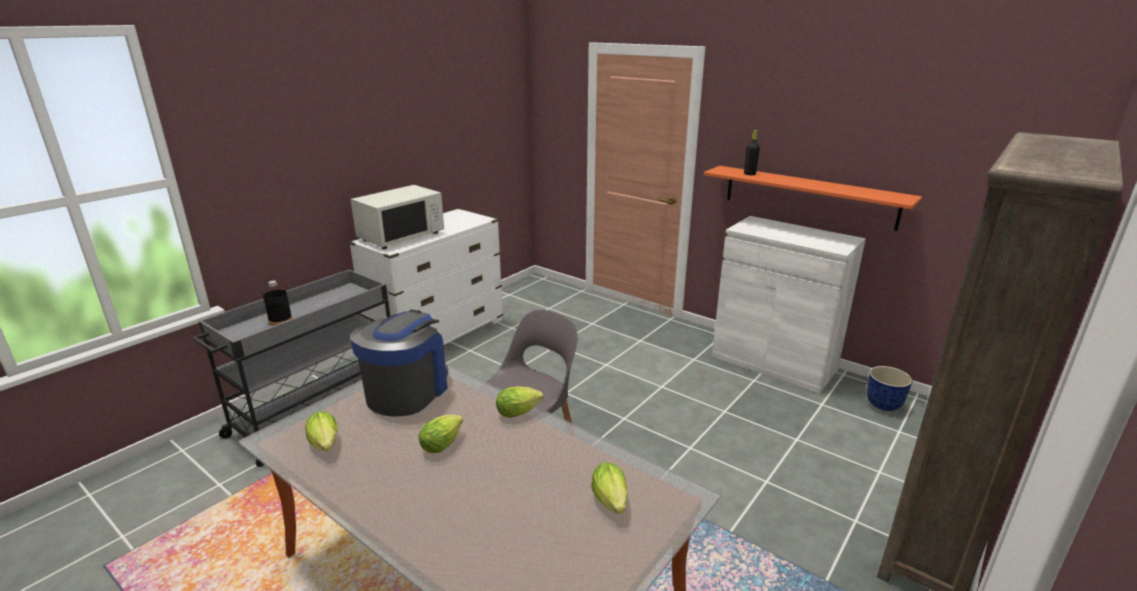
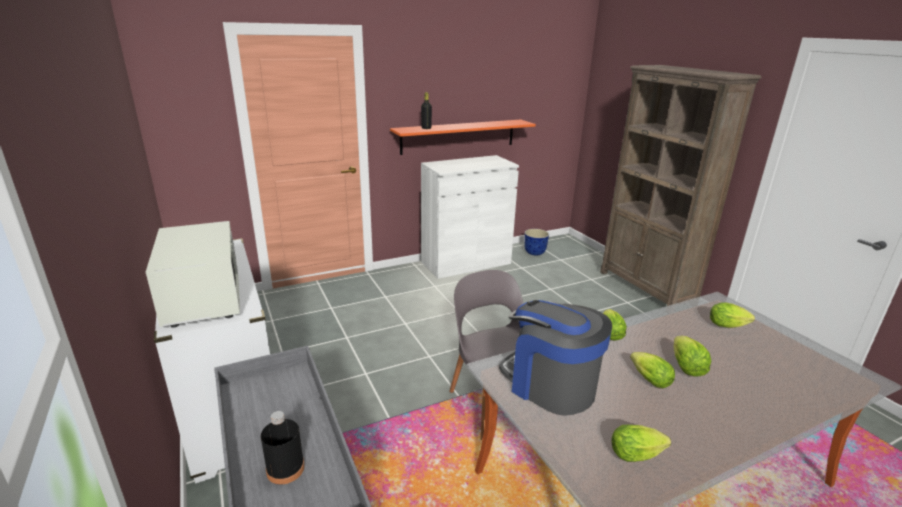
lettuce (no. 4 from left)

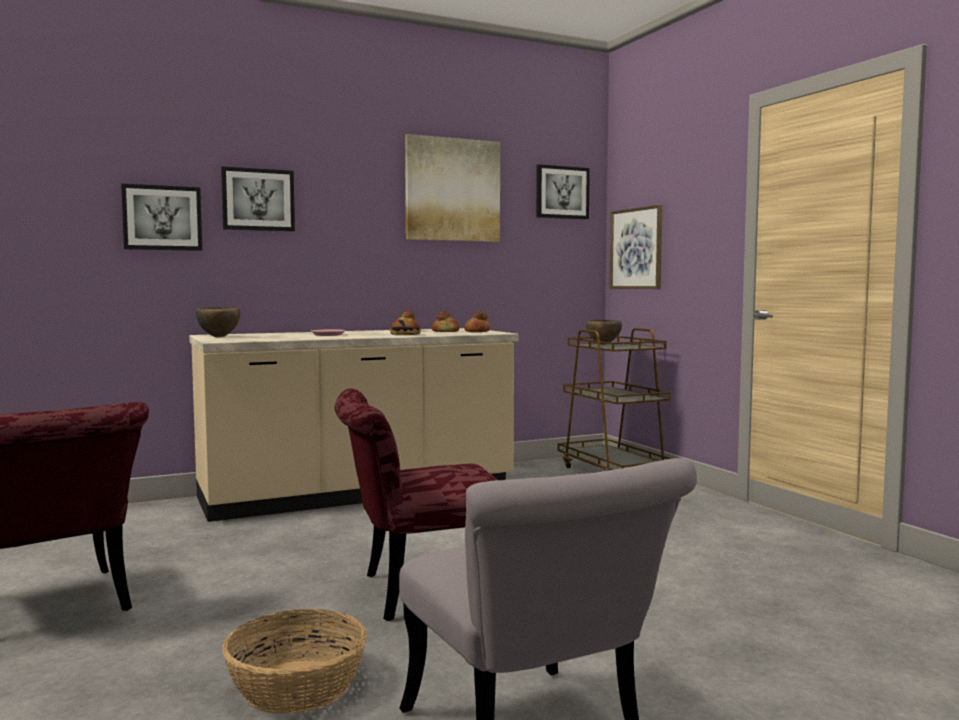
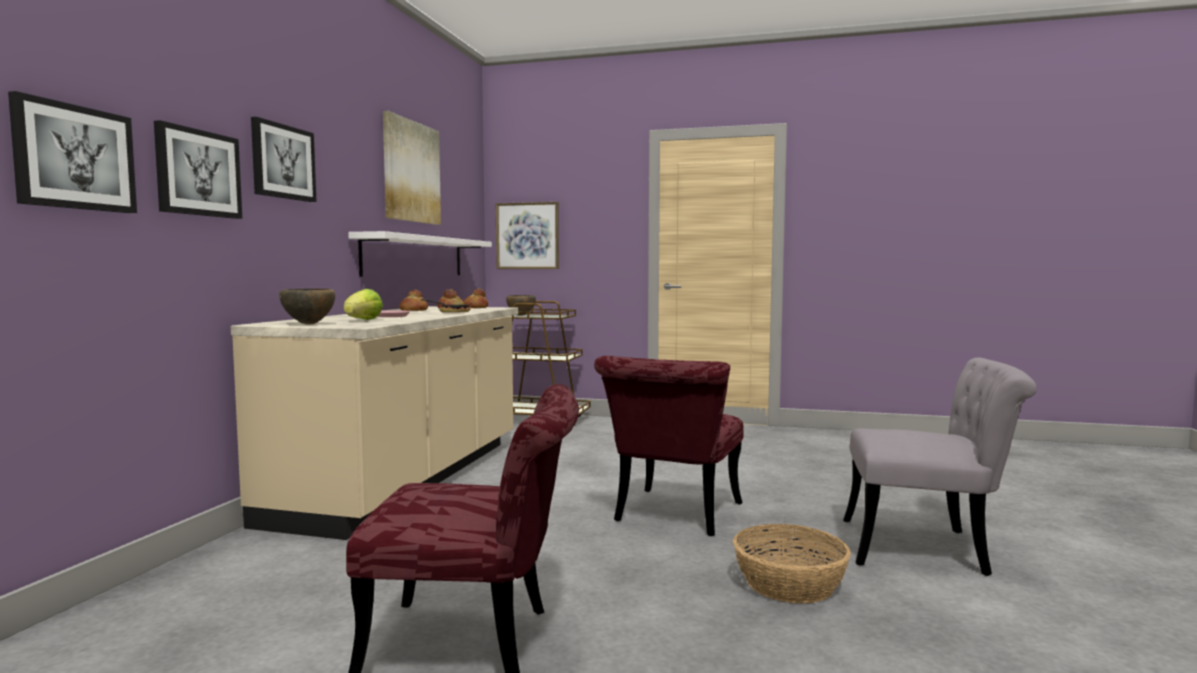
lettuce
white shelf
picture (no. 1 from left)

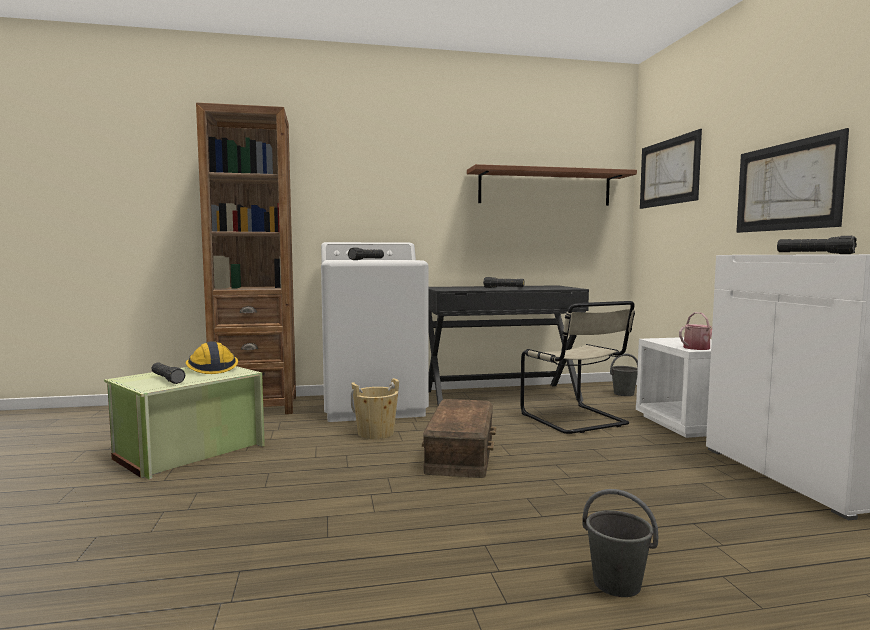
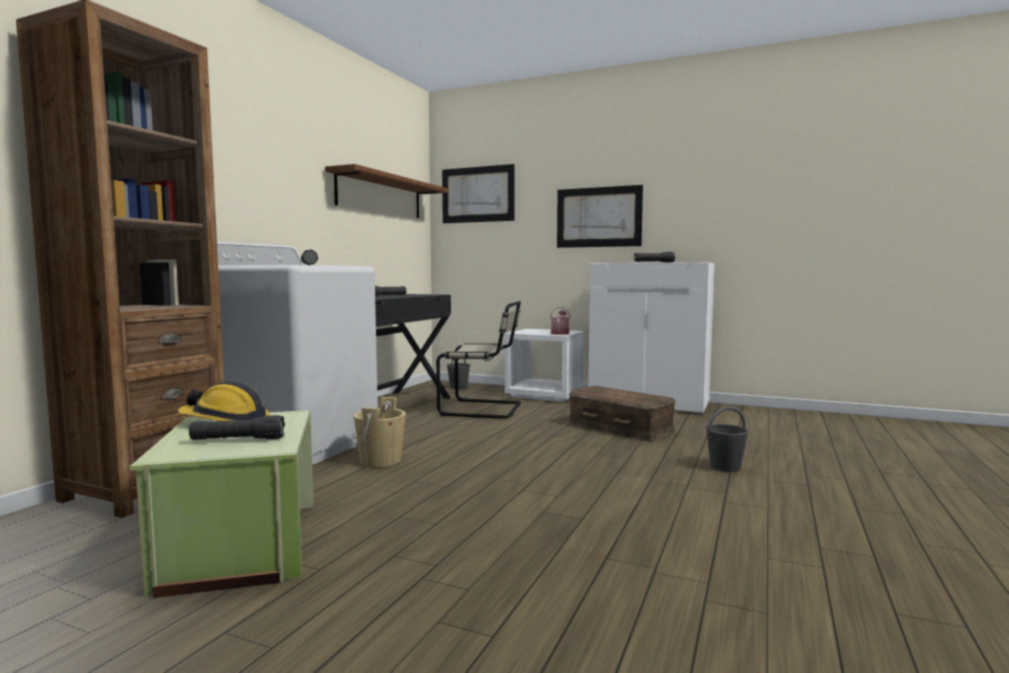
brownish storage container

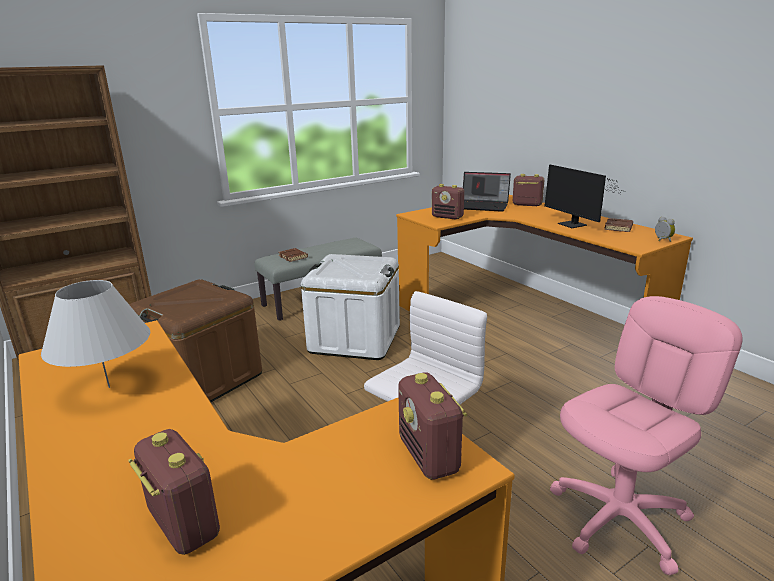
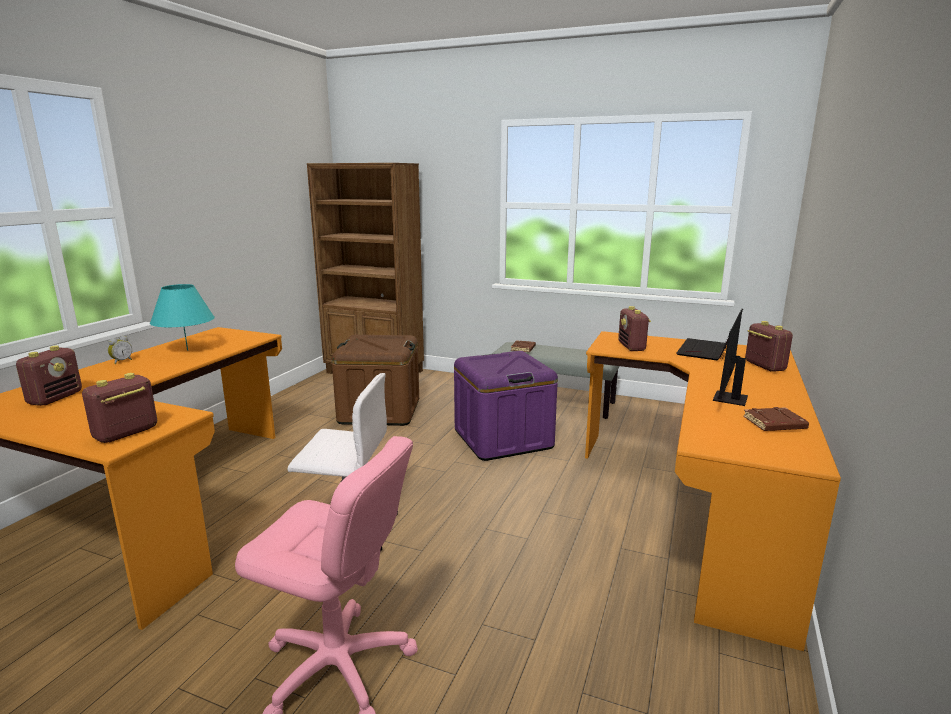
table clock
turquoise-coloured lamp for a table
purplish storage container
notebook computer

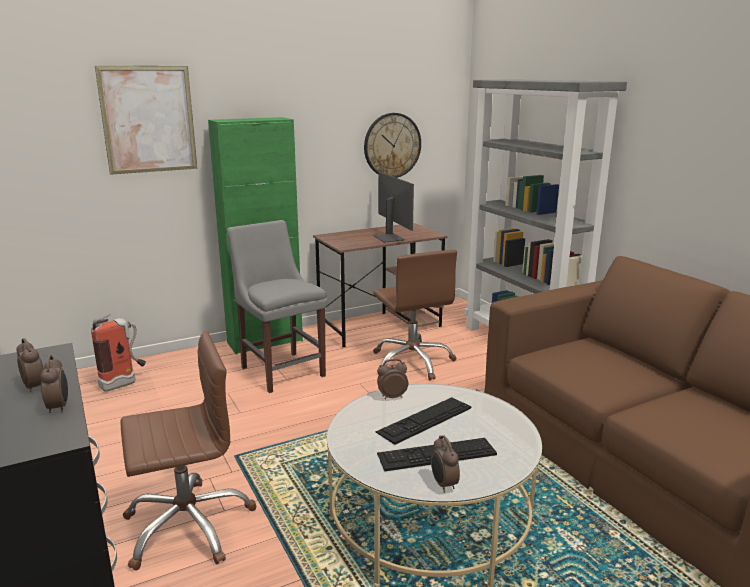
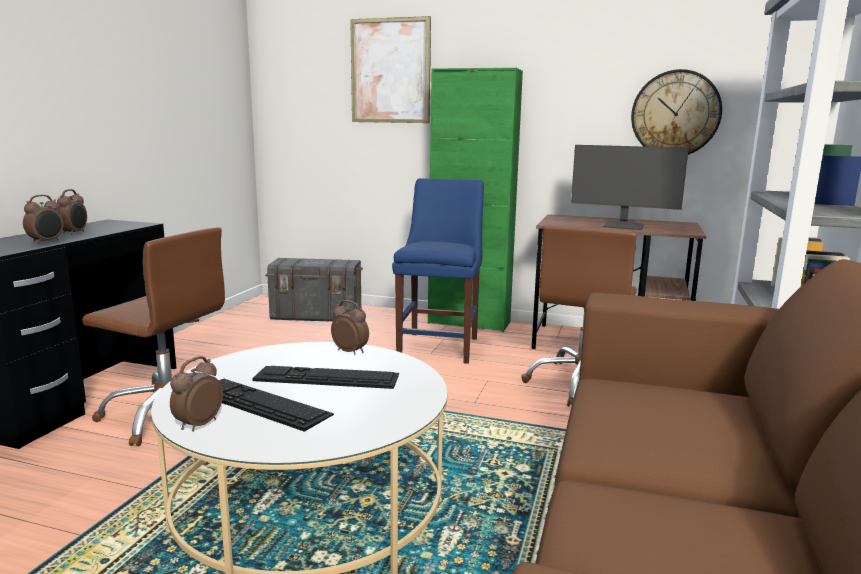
gray storage container
bluish upright chair
computer display

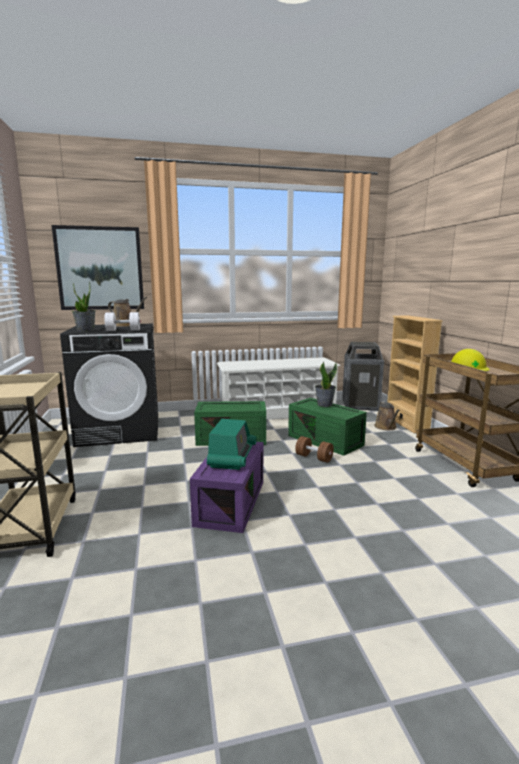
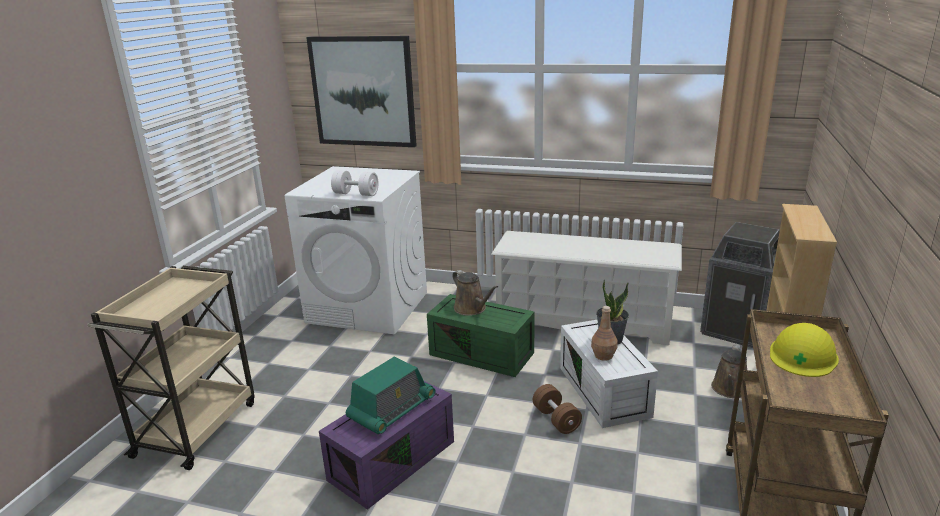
plant in a pot (no. 1 from left in the first image)
brownish drink bottle
brownish watering pot (no. 1 from left)
white laundry machine
white storage container

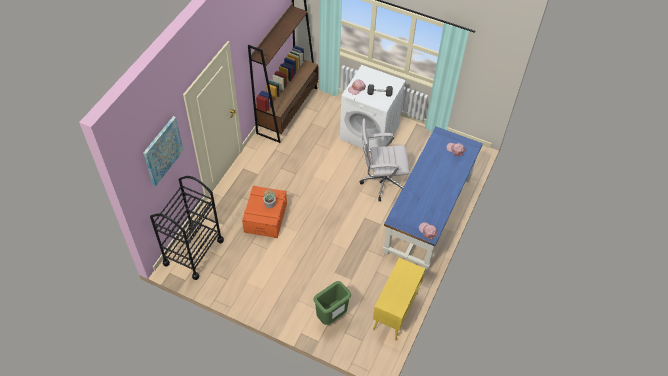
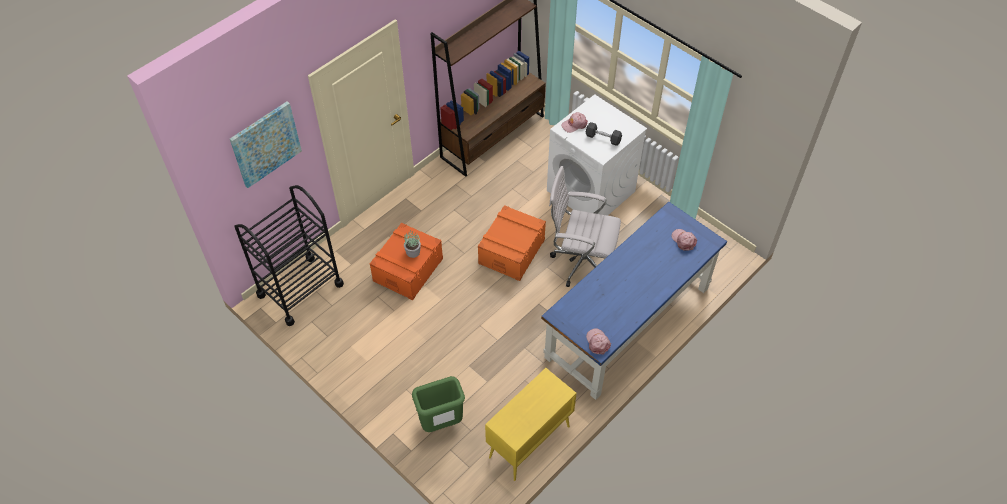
orangey storage container (no. 2 from left)

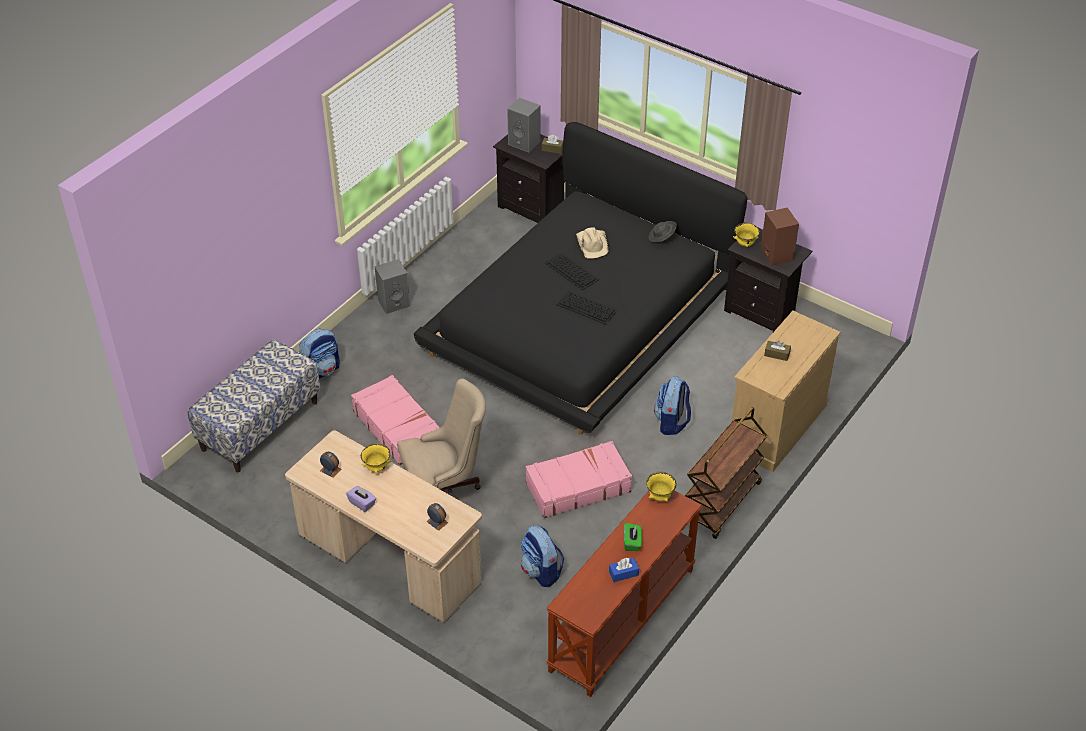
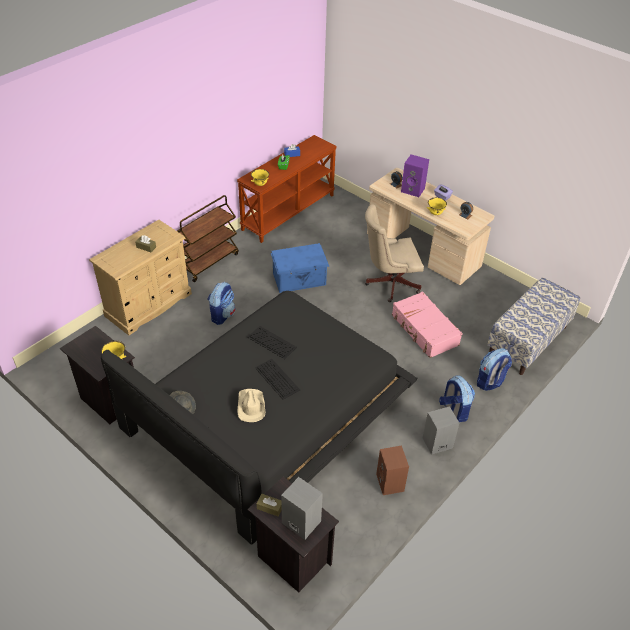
purplish audio speaker
rucksack (no. 2 from left)
brownish audio speaker
bluish storage container

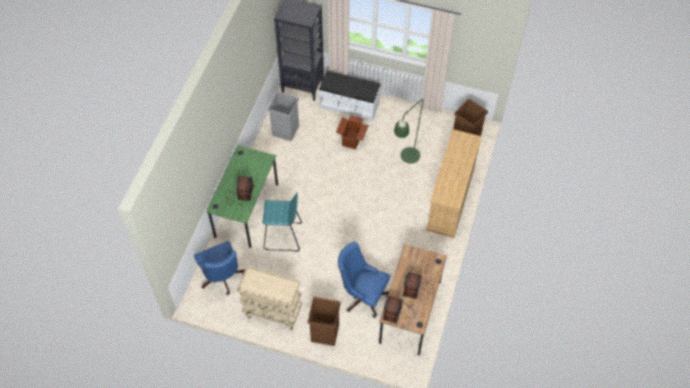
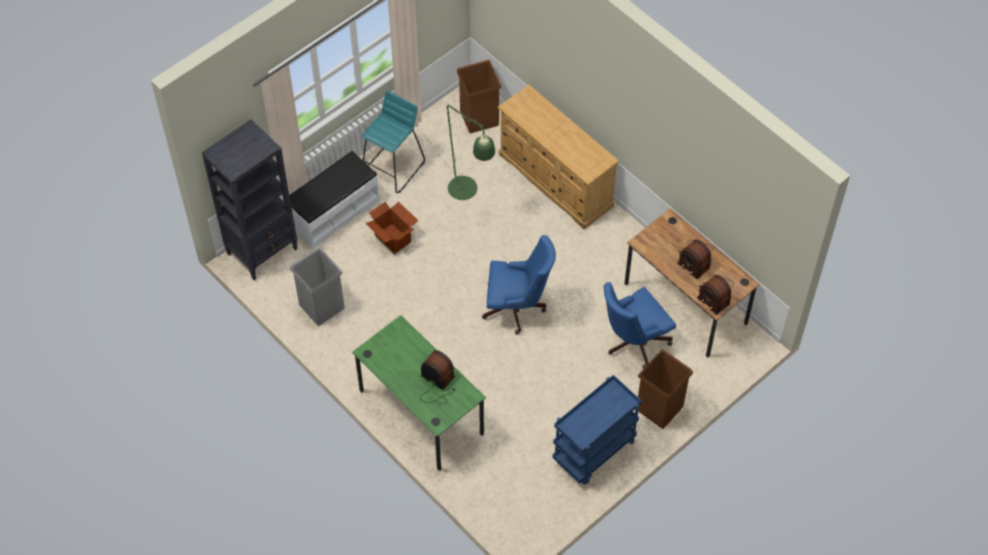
bluish desk chair (no. 1 from left)
turquoise-coloured stool
bluish trolley

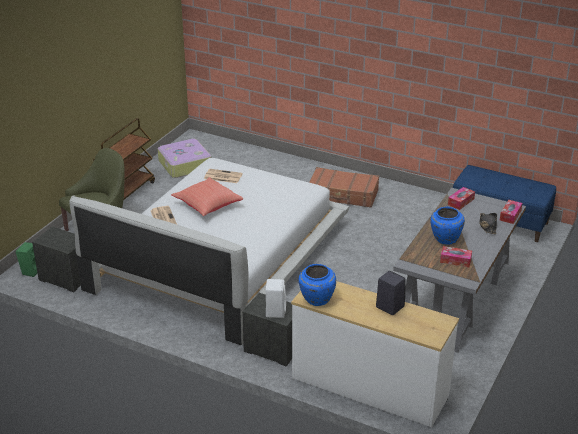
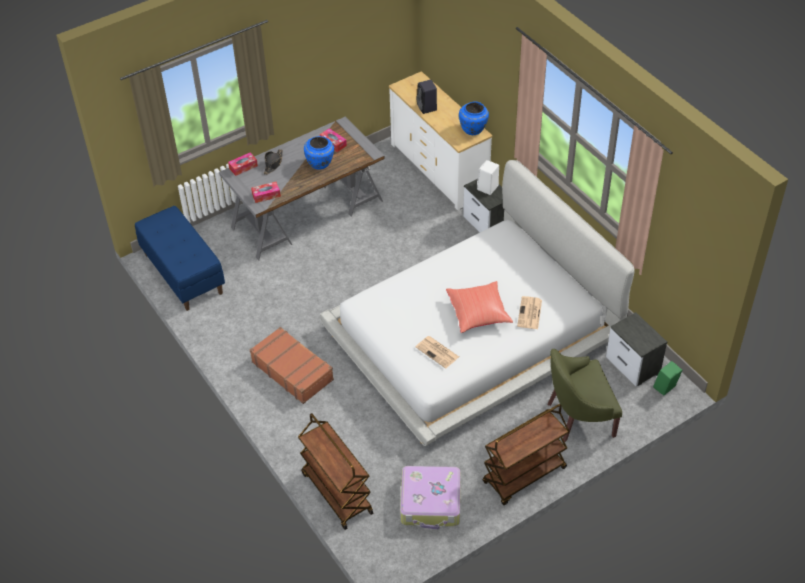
brownish trolley (no. 1 from left)

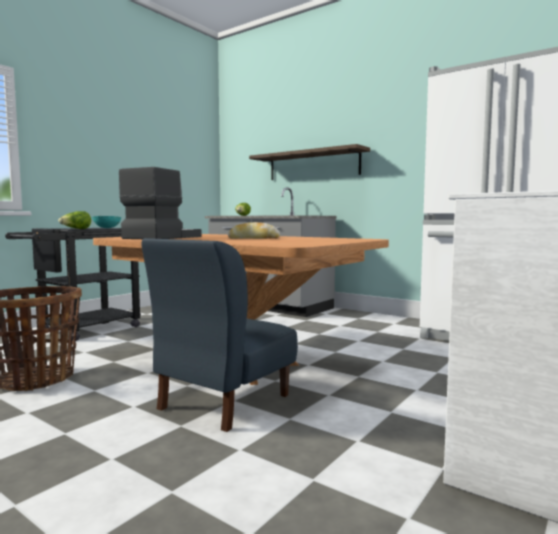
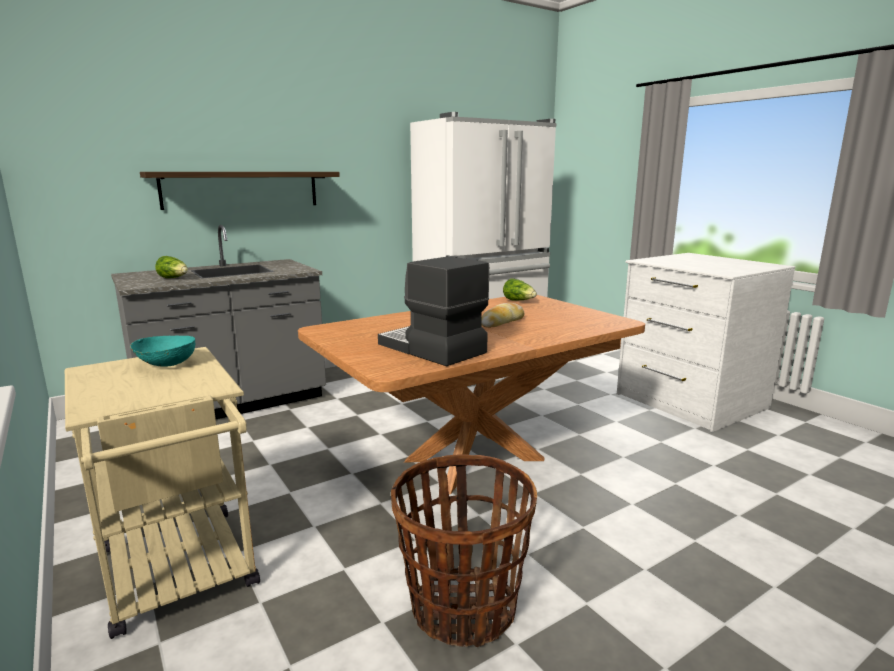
bluish upright chair
lettuce (no. 2 from left)
sand-coloured trolley

